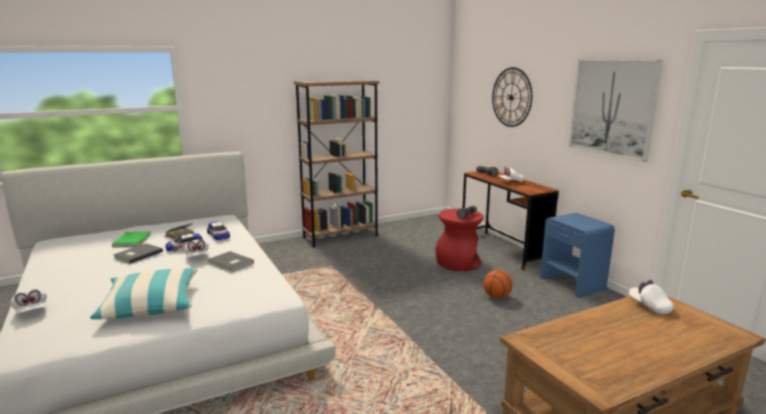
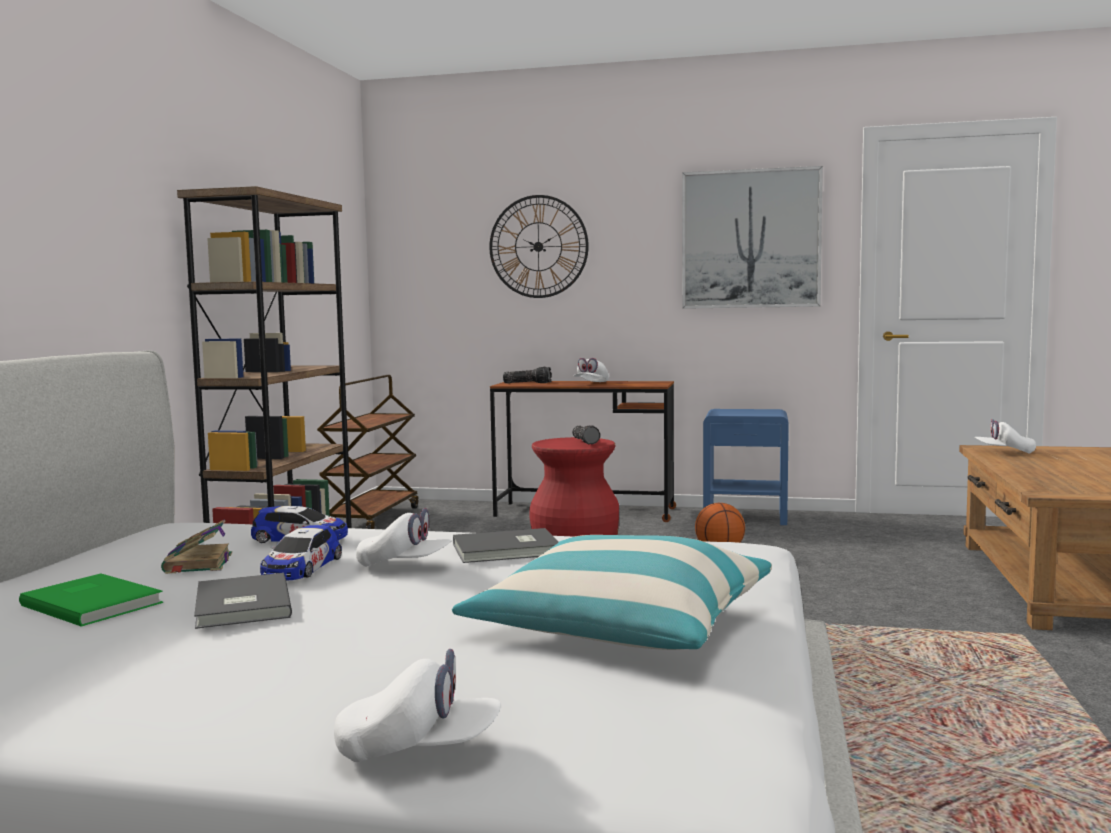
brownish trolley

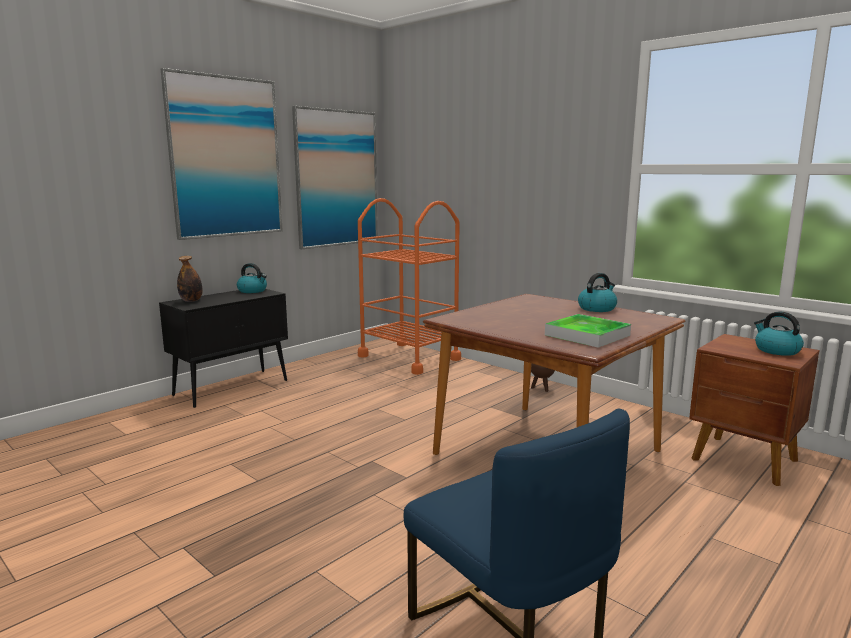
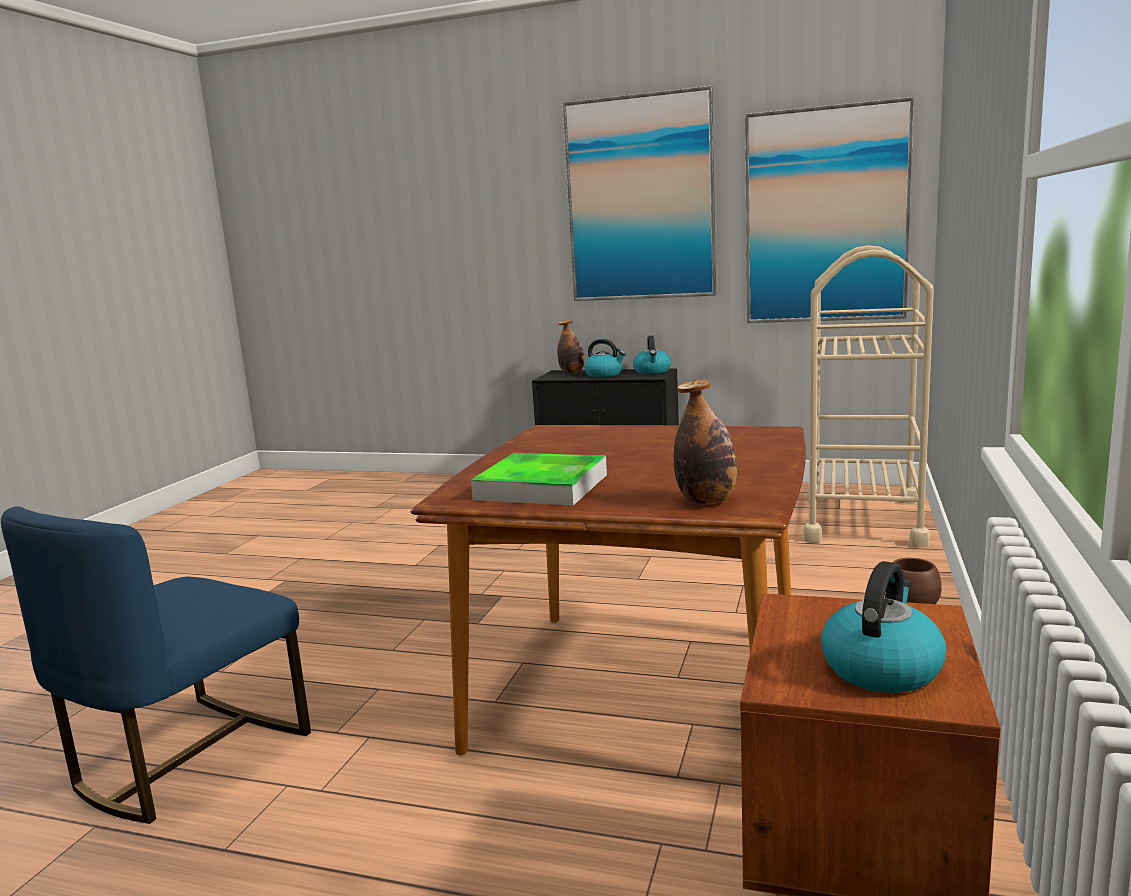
drink bottle (no. 2 from left)
water kettle (no. 1 from left)
sand-coloured trolley

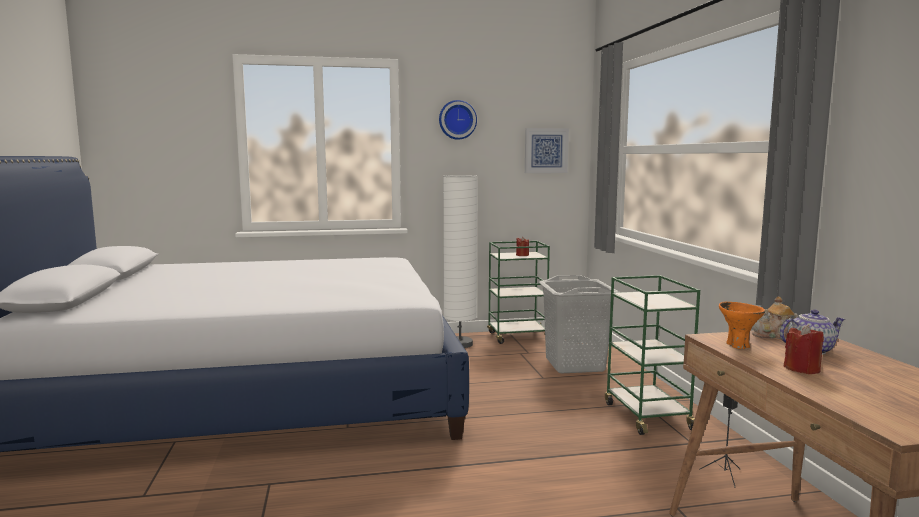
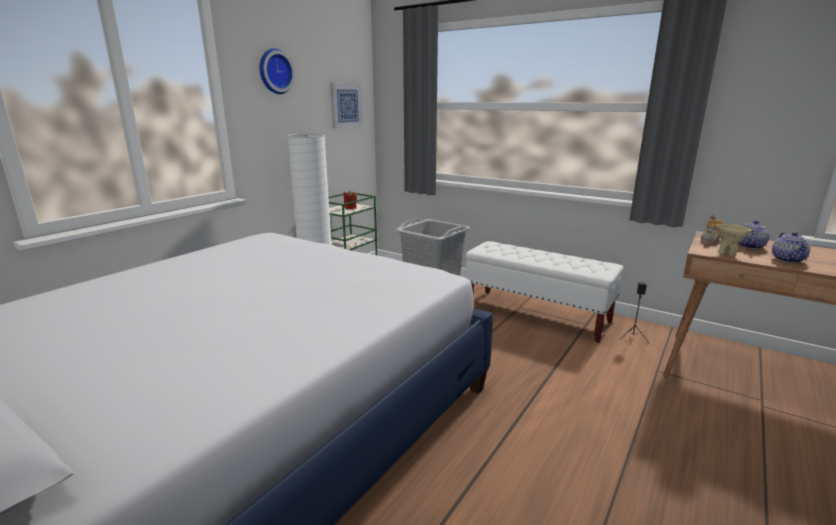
white long seat
tea pot (no. 3 from left)
sand-coloured deep dish

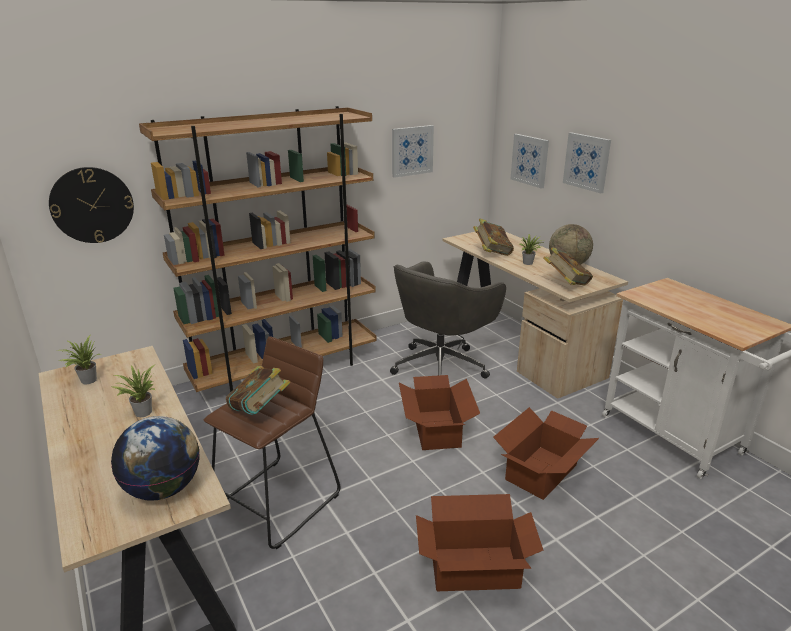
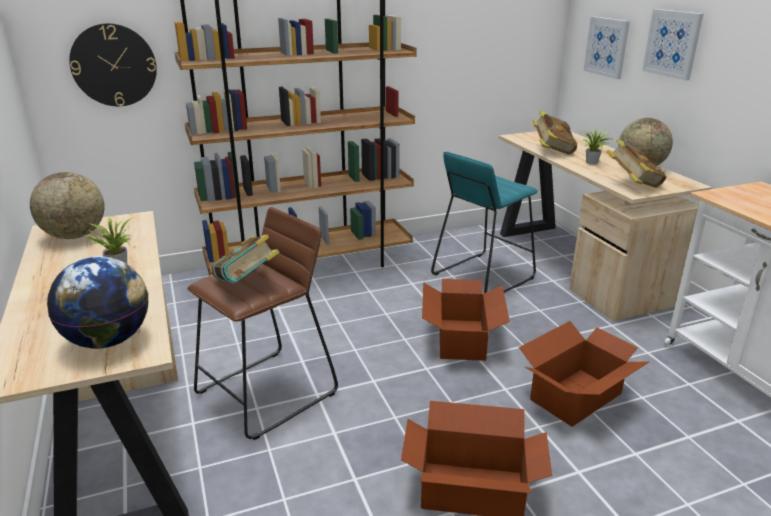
picture (no. 1 from left in the first image)
world globe (no. 1 from left)
turquoise-coloured stool

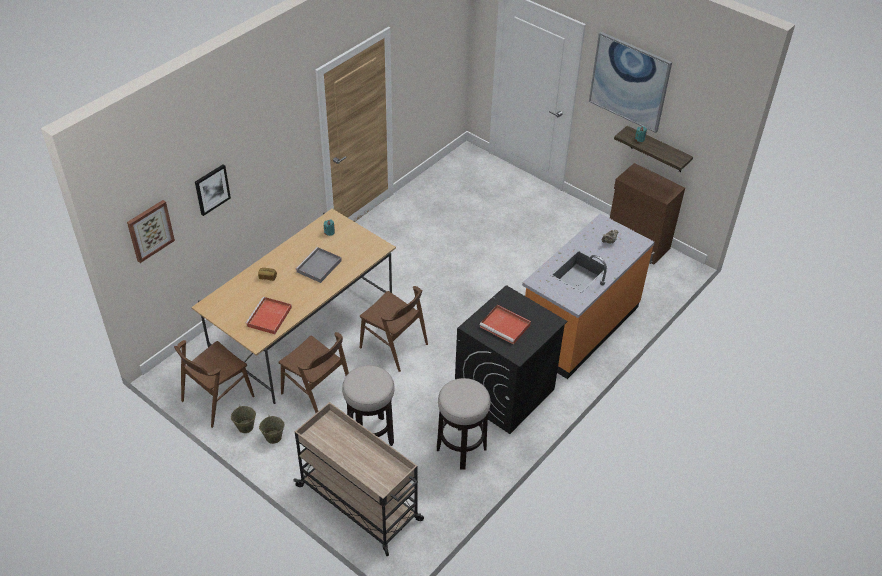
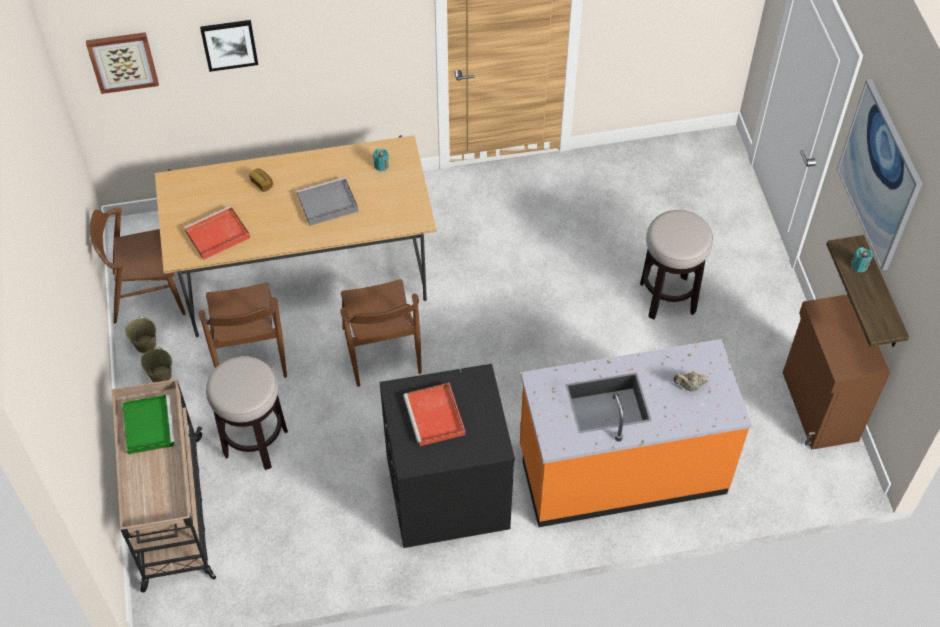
green-coloured serving tray
stool (no. 2 from left)

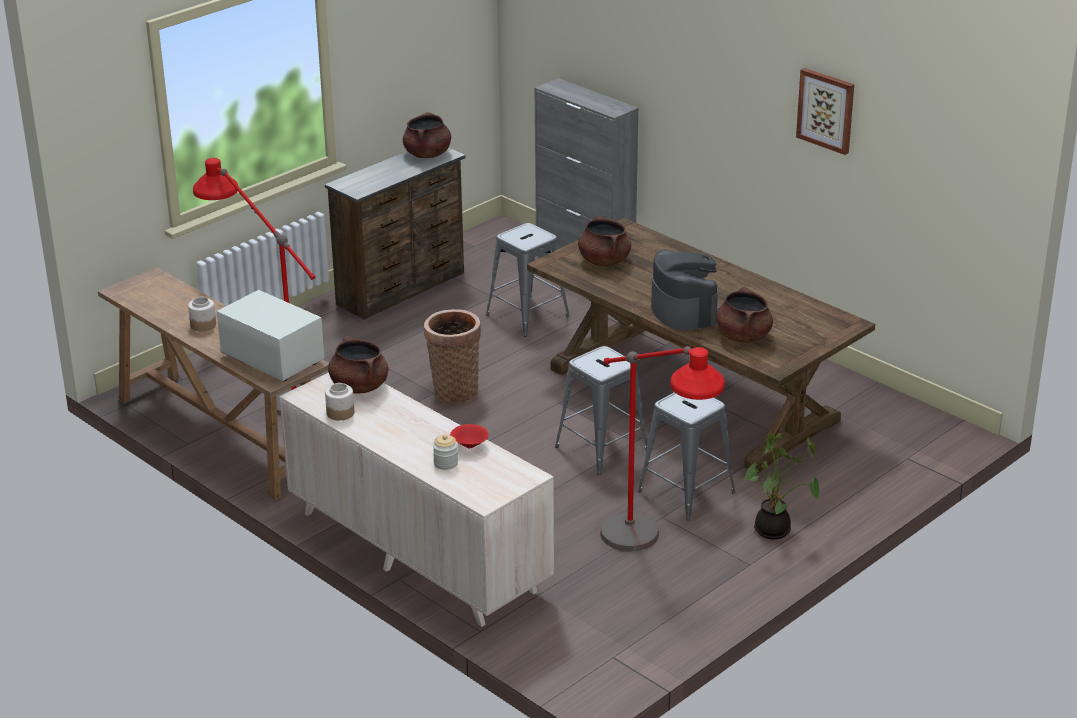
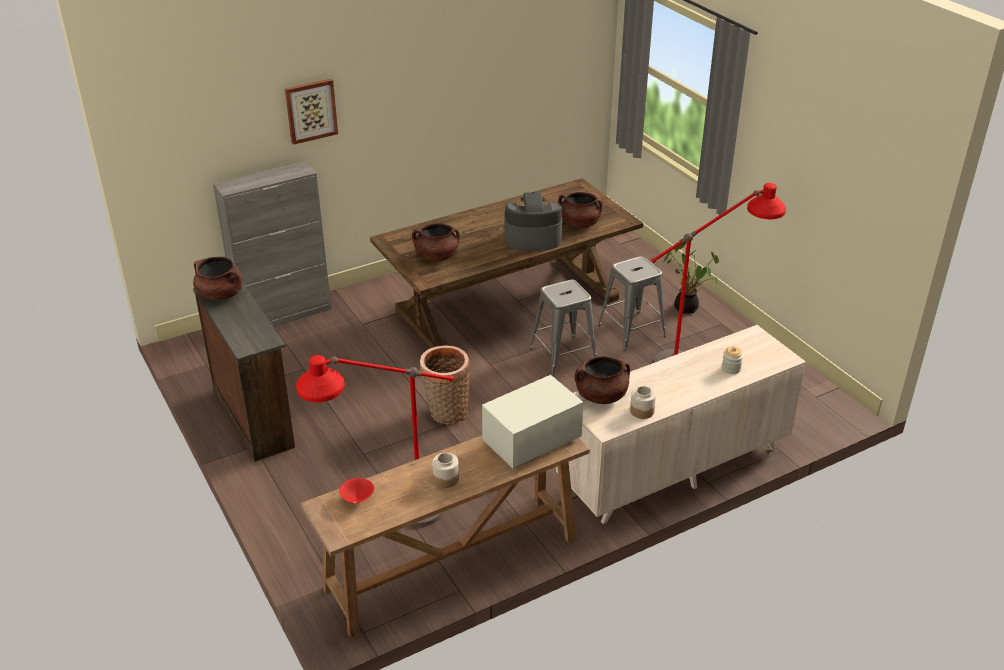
gray stool (no. 1 from left in the first image)
red-coloured deep dish
picture

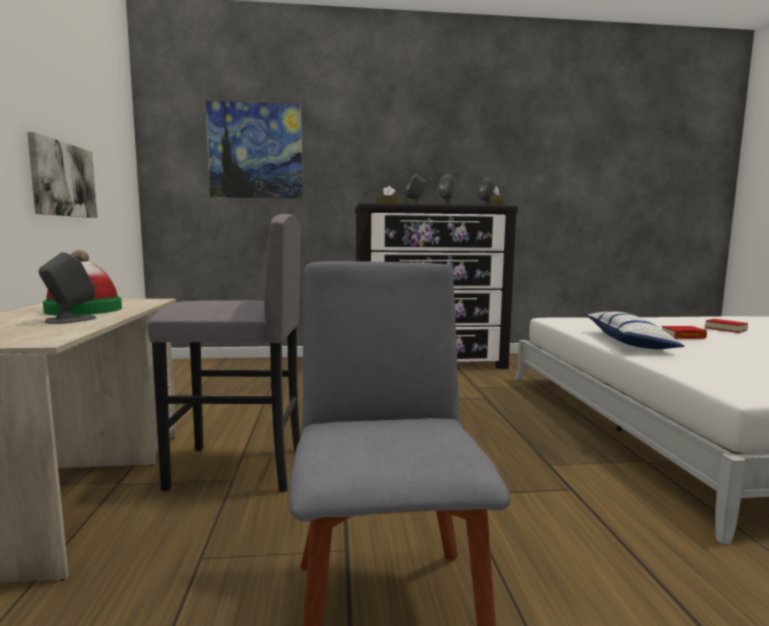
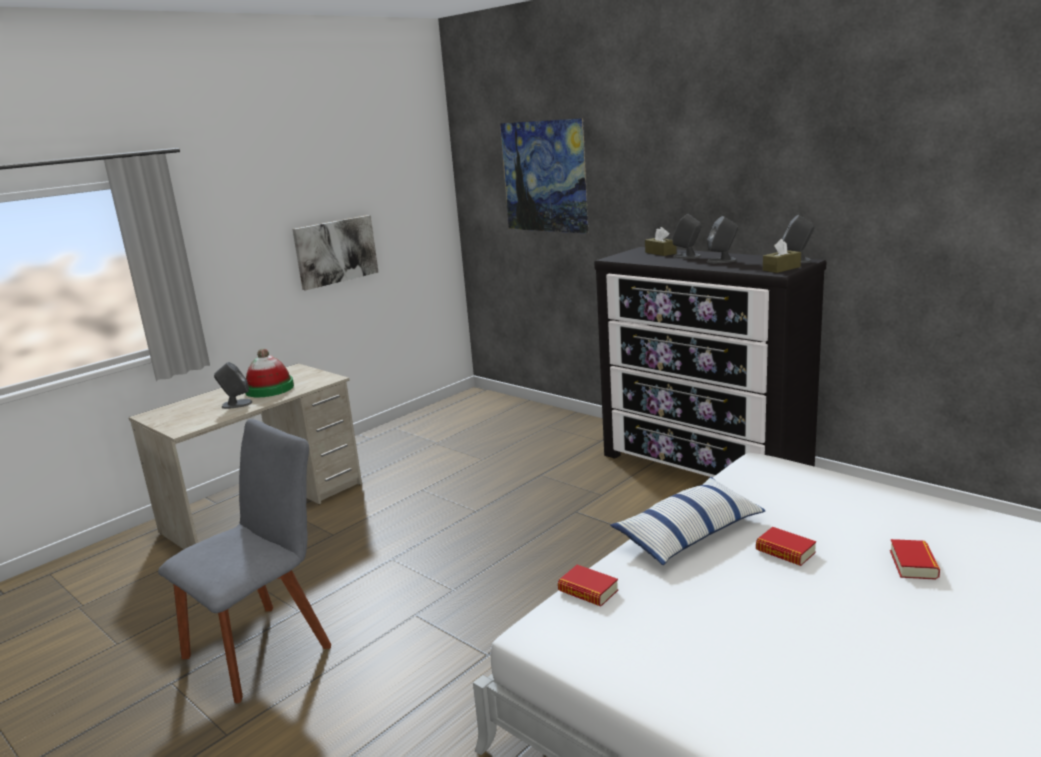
gray stool
bound book (no. 1 from left)

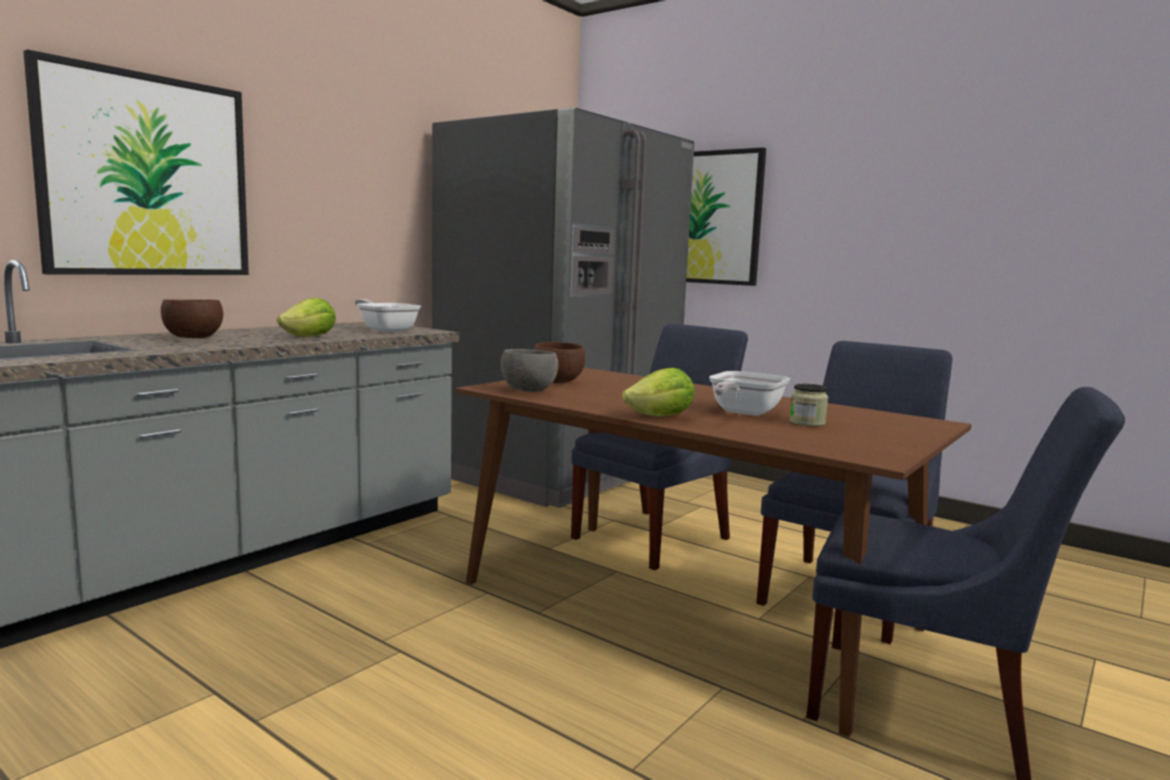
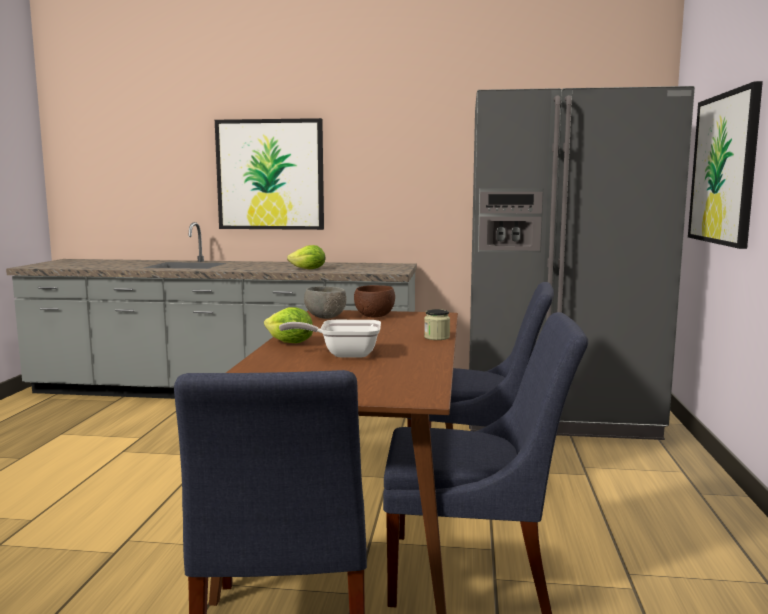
brownish deep dish (no. 1 from left in the first image)
pan (no. 1 from left in the first image)
preserve jar

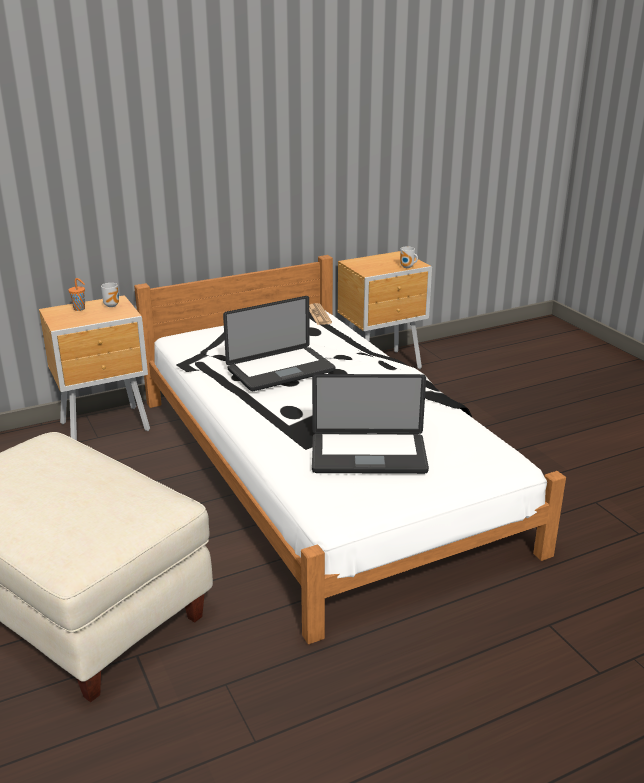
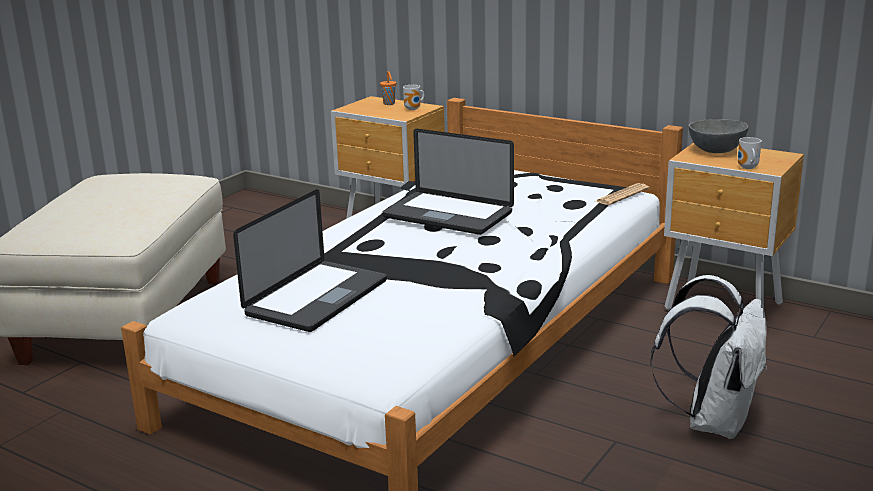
white rucksack
gray deep dish
notebook computer (no. 1 from left)

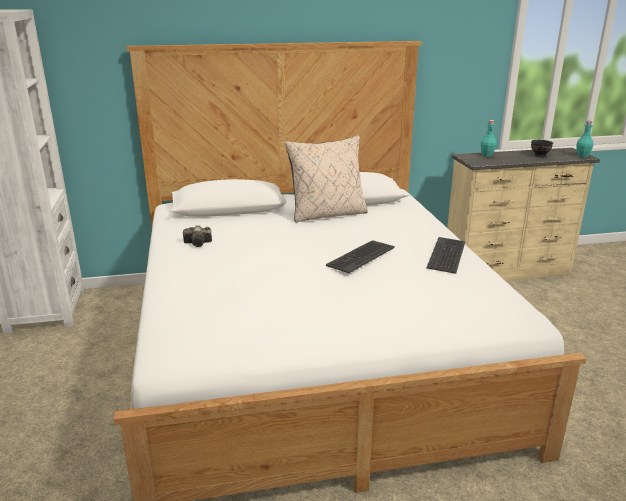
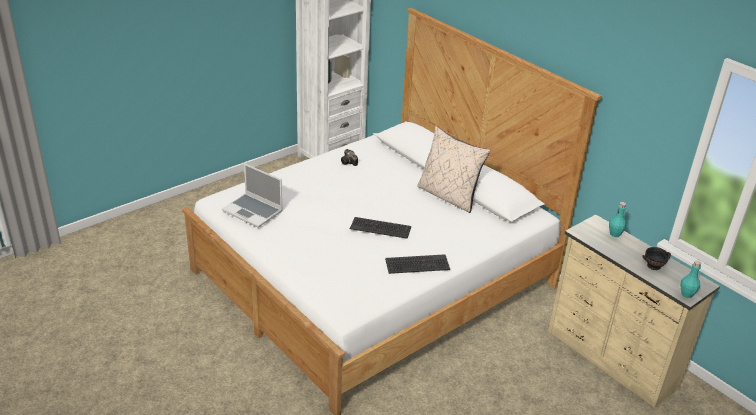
notebook computer

